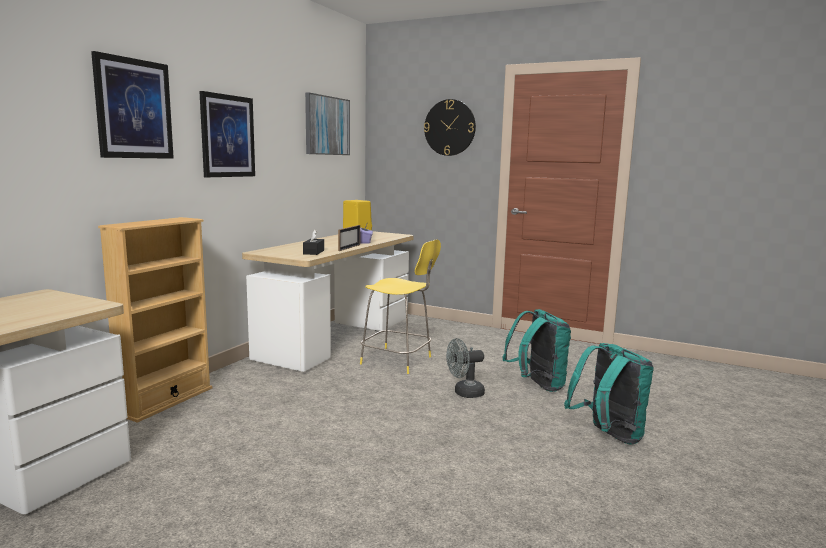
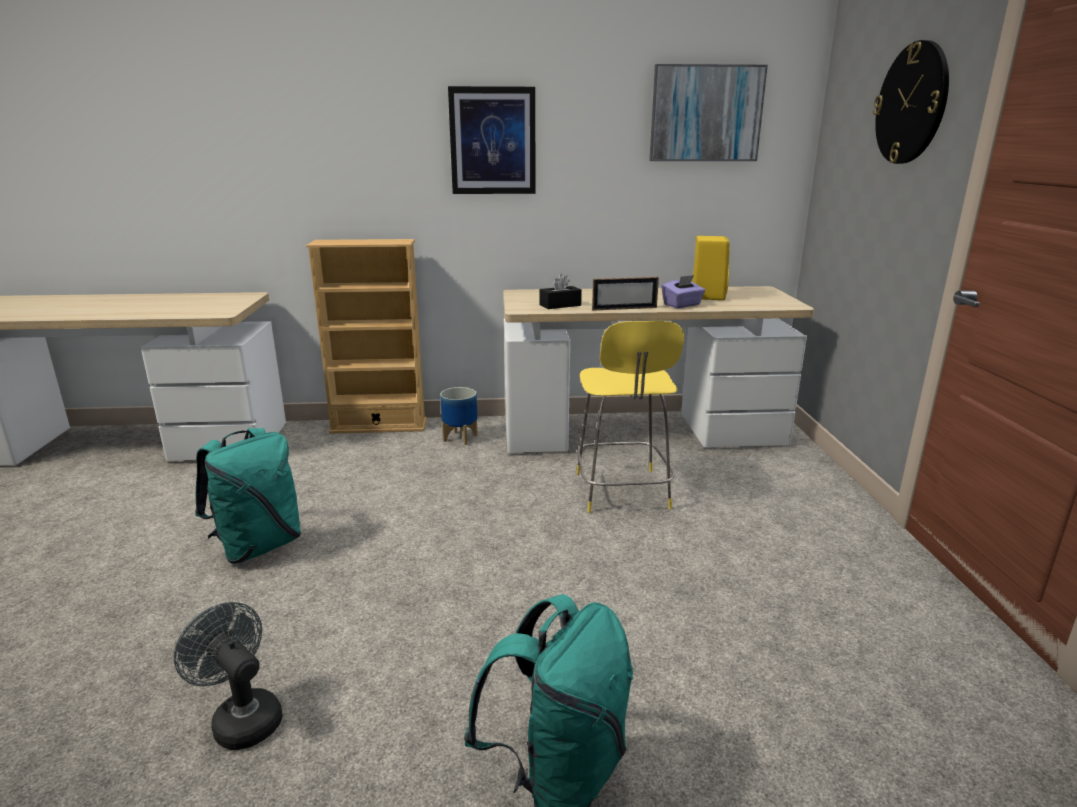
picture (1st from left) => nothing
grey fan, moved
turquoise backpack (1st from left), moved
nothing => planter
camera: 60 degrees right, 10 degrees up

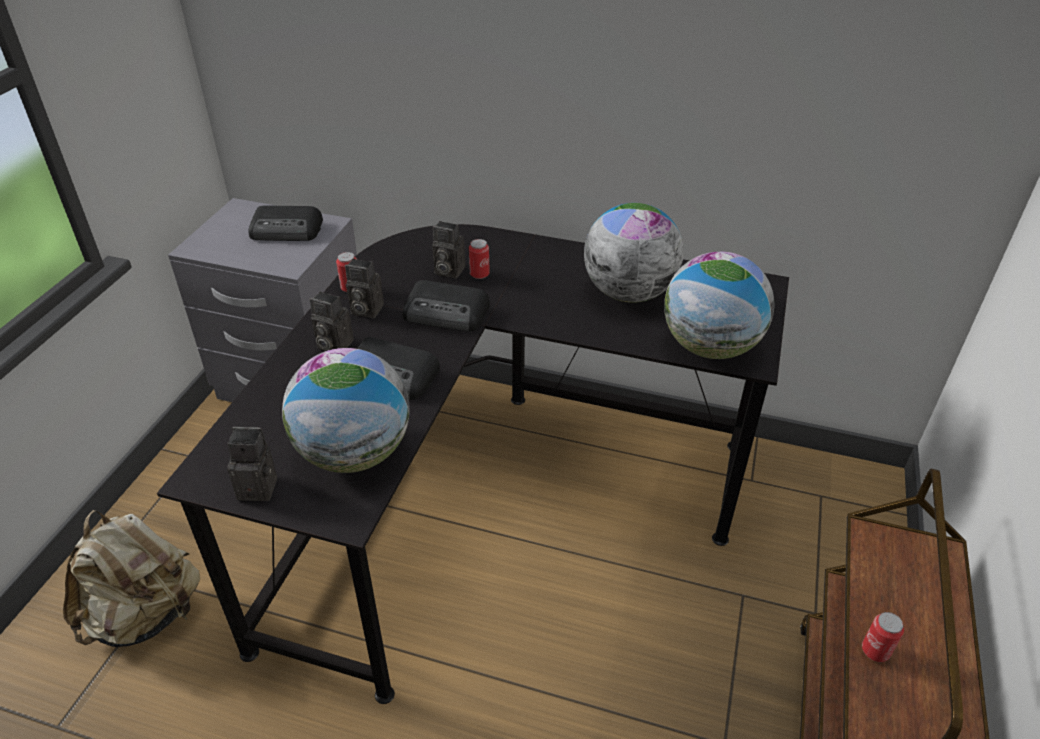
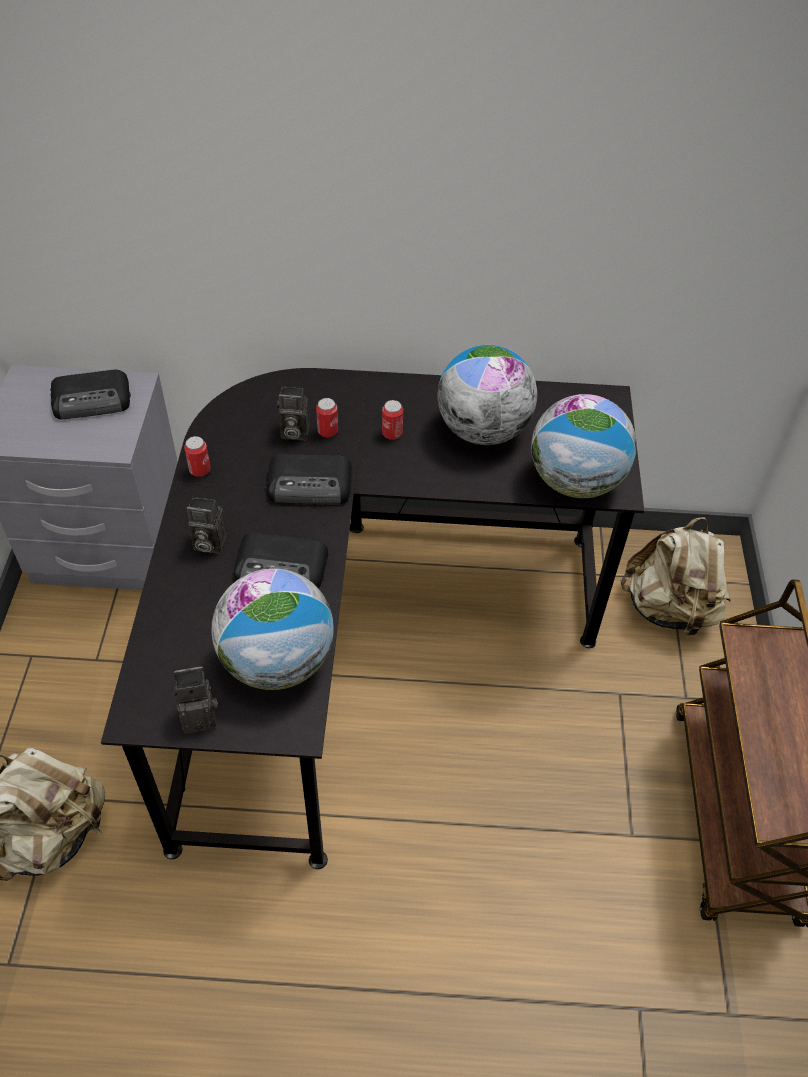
photo camera (3rd from left) => nothing
can (3rd from left), moved
nothing => beige backpack (2nd from left)
camera: 15 degrees left, 10 degrees up

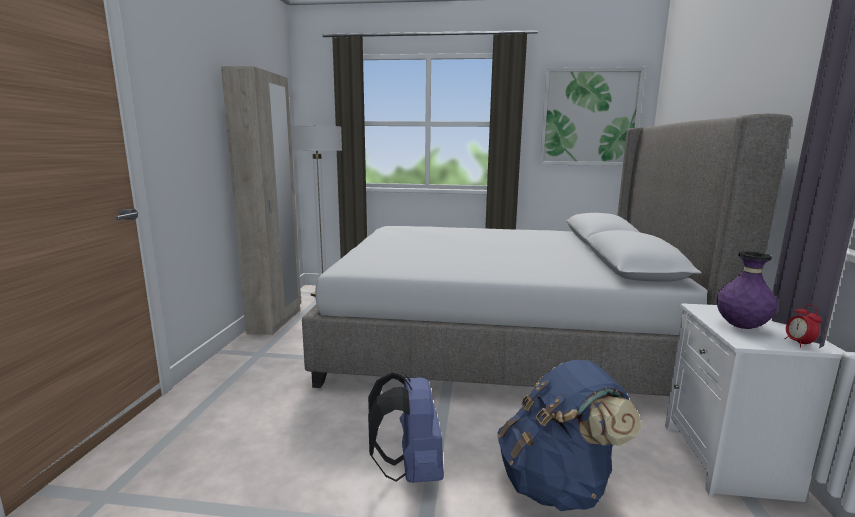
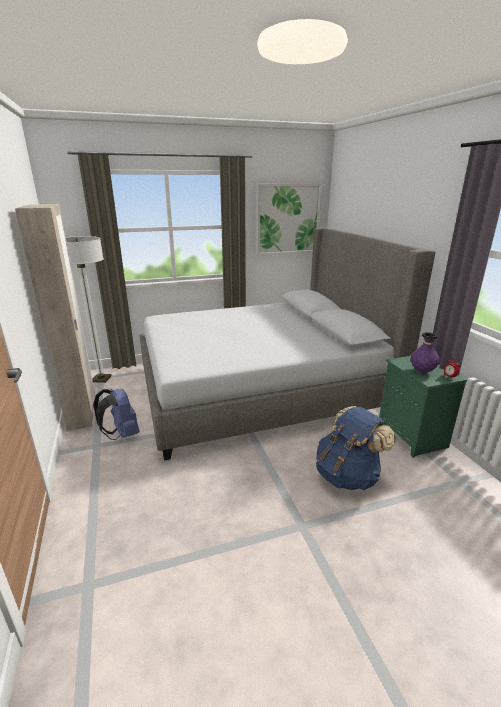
blue backpack (1st from left), moved
white nightstand => green nightstand
camera: 25 degrees left, 10 degrees up

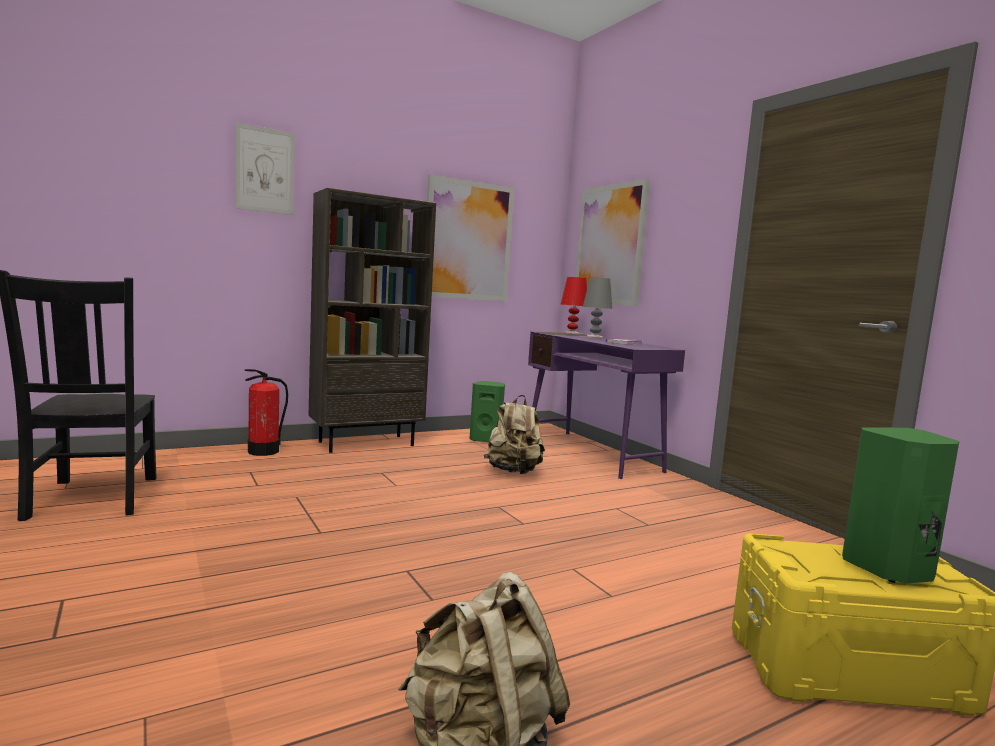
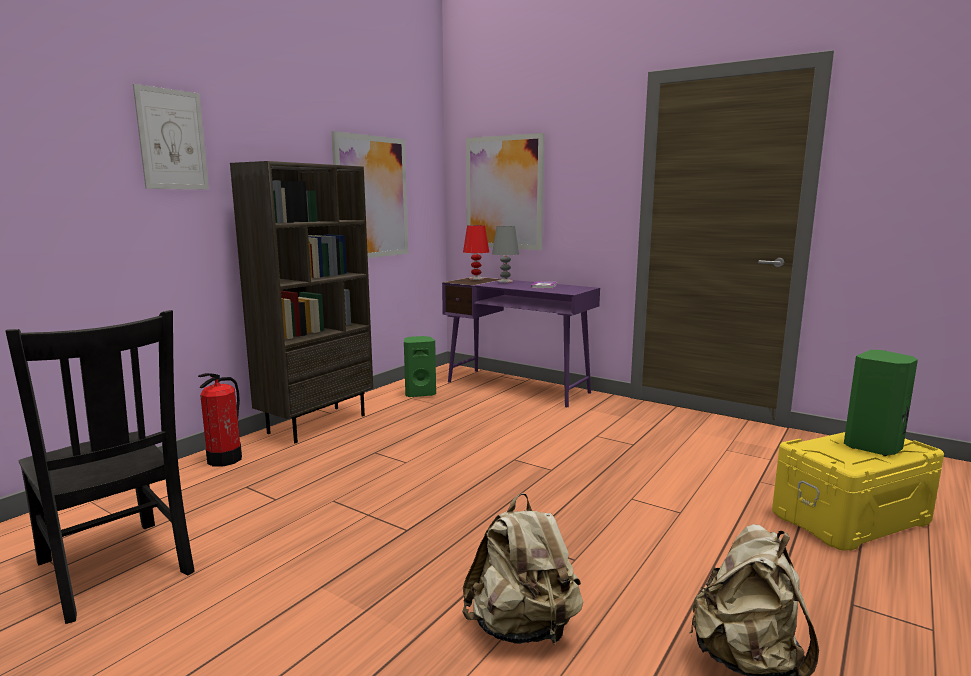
beige backpack (2nd from left in the first image) => beige backpack (1st from left), moved
camera: 25 degrees left, 5 degrees up

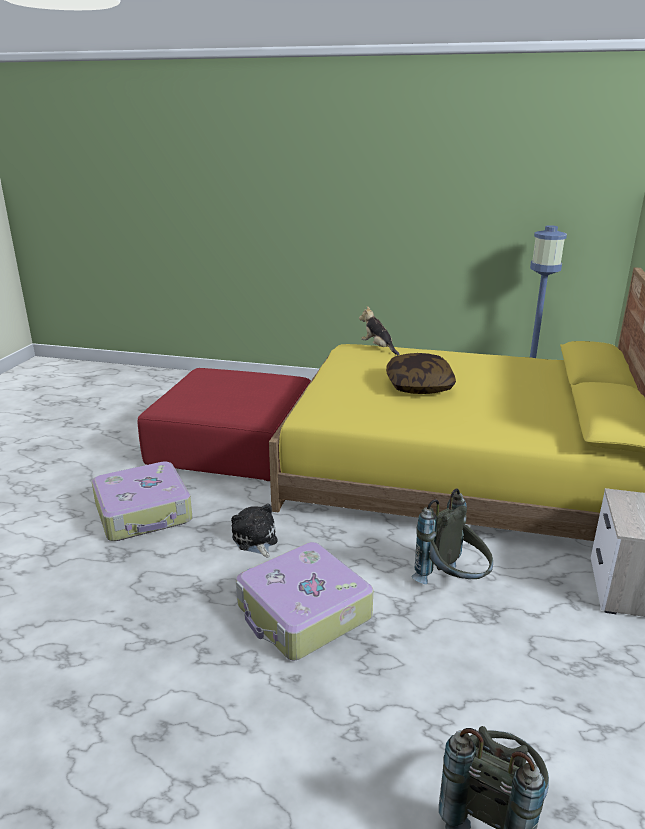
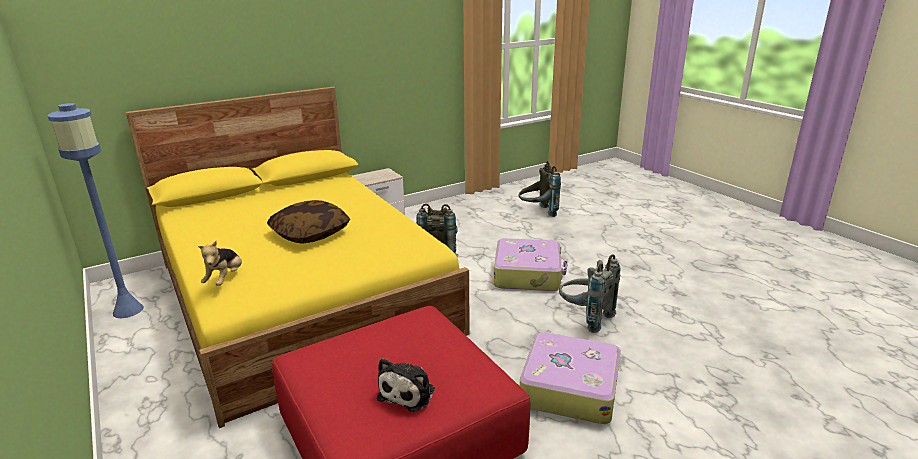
plush toy (1st from left in the first image) => plush toy (2nd from left), moved
nothing => grey backpack (3rd from left)
camera: 135 degrees left, 0 degrees up

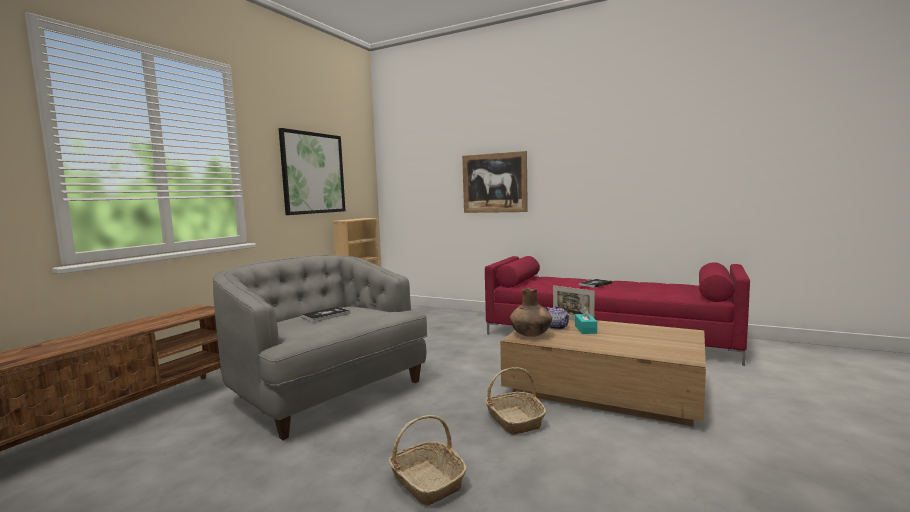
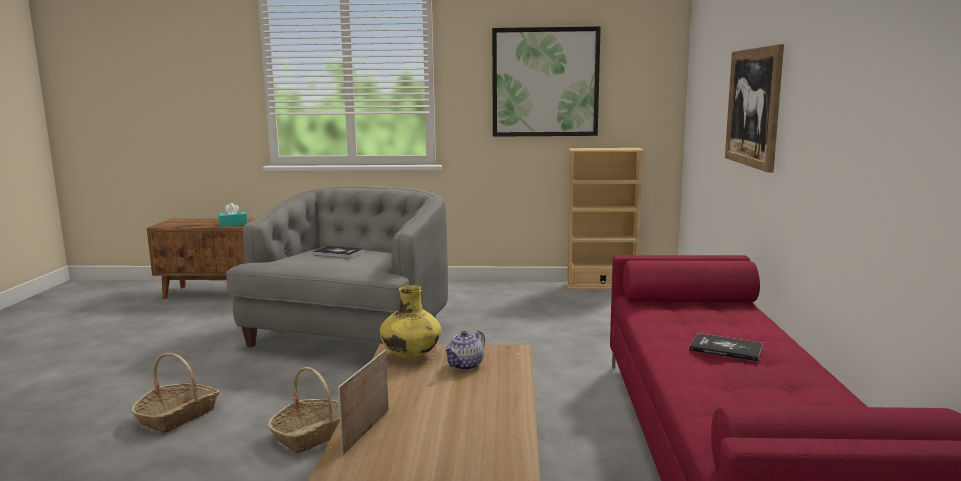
brown vase => yellow vase
picture frame, moved
turquoise tissue box, moved
camera: 65 degrees right, 5 degrees up

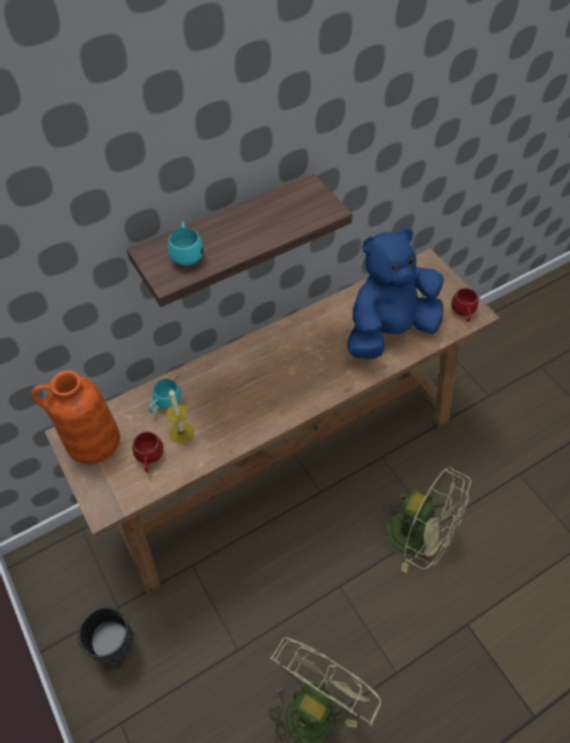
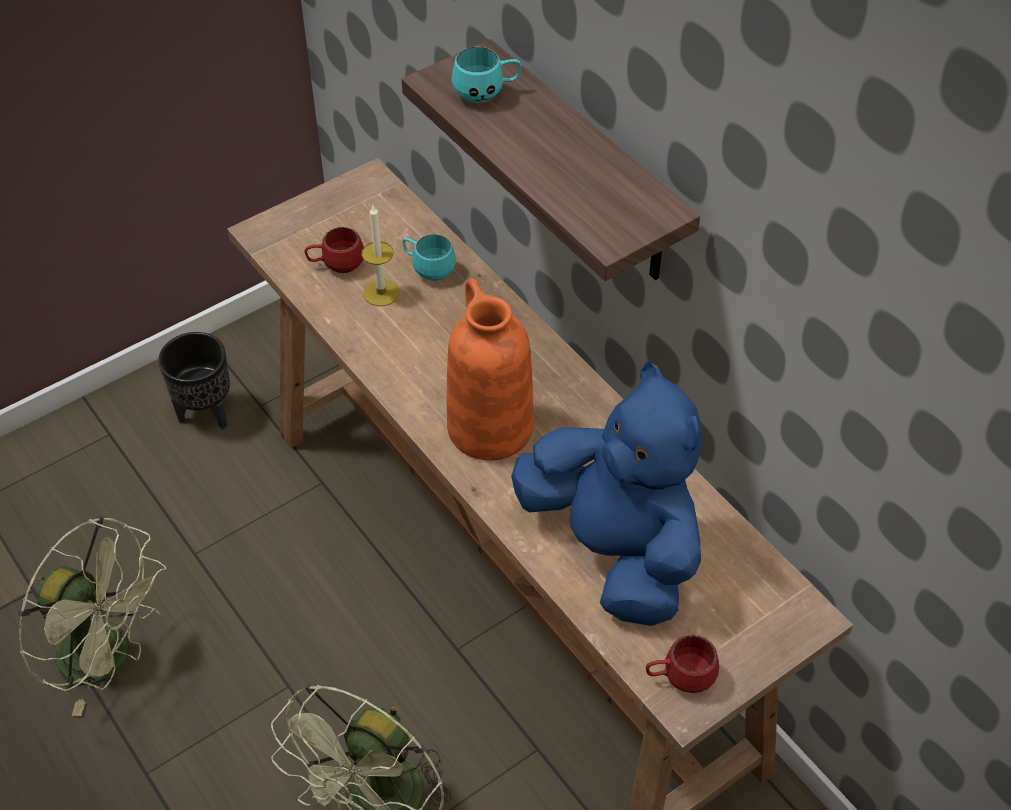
orange vase, moved
camera: 85 degrees right, 5 degrees down

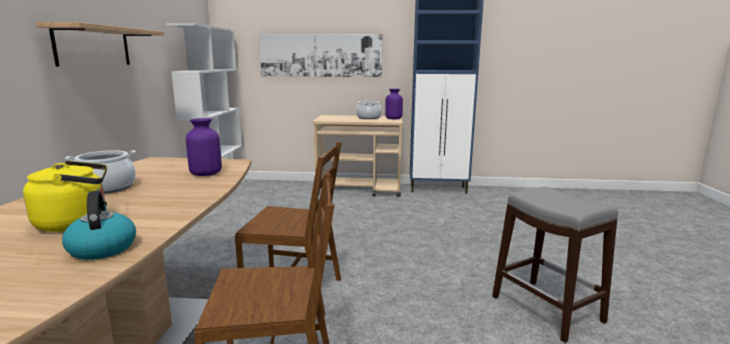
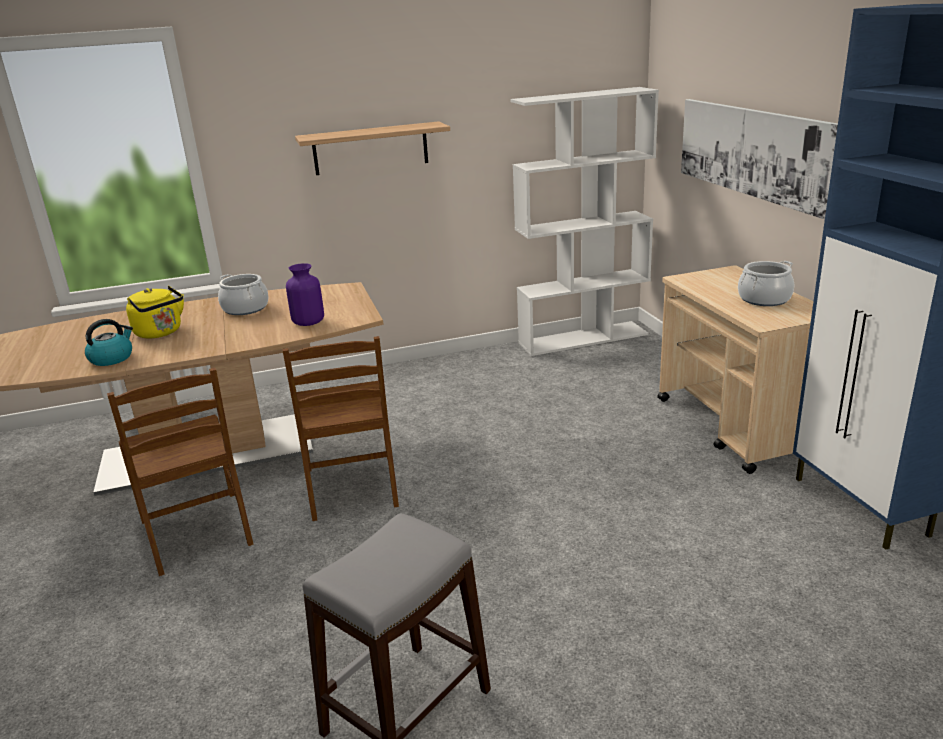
purple vase (2nd from left) => nothing
camera: 70 degrees right, 10 degrees up

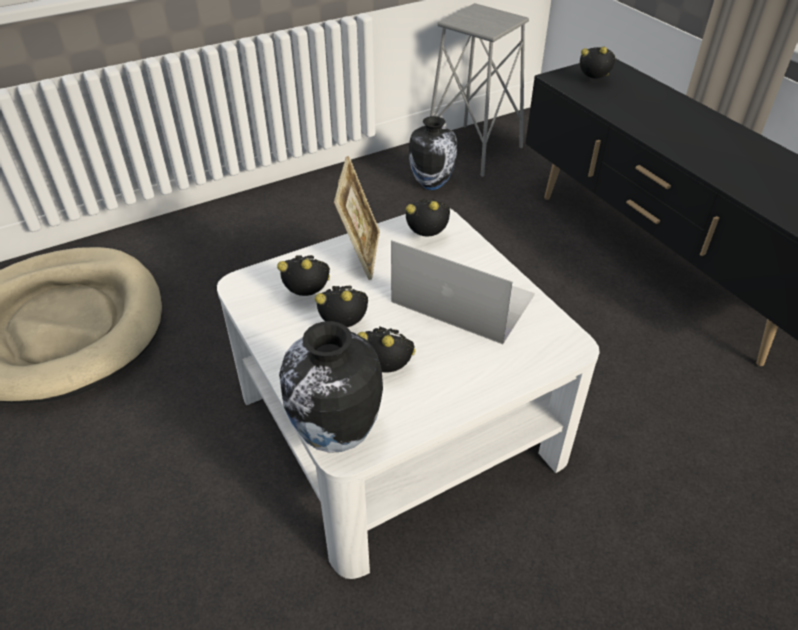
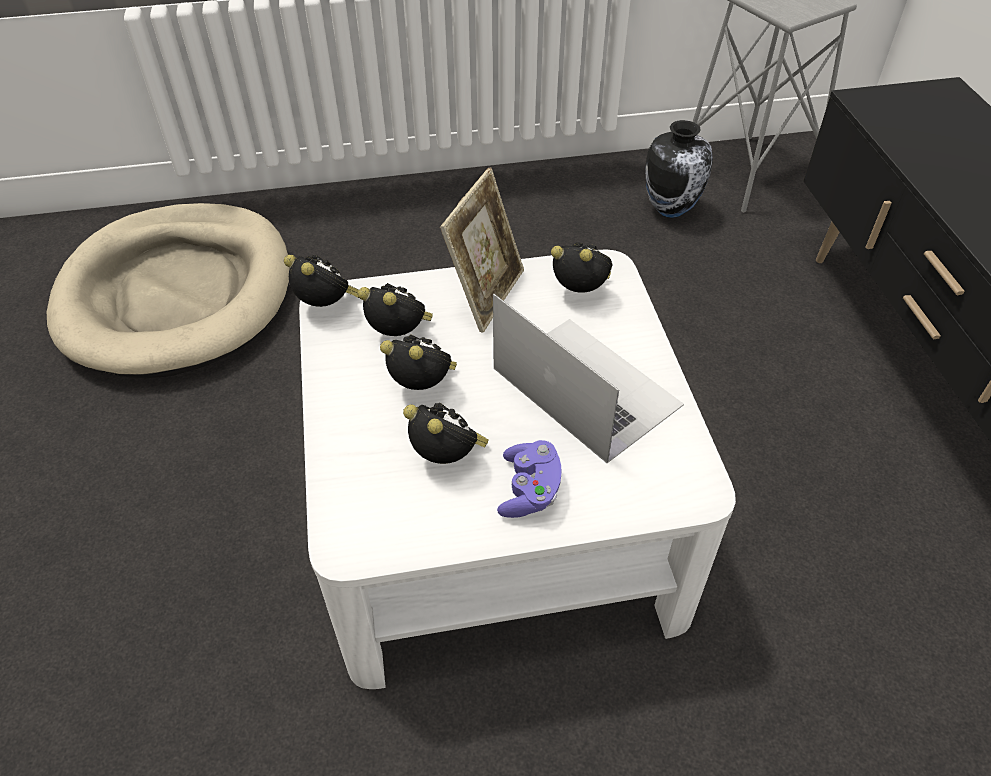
vase (1st from left) => nothing
alarm clock (5th from left in the first image) => alarm clock (1st from left), moved
nothing => purple game controller
camera: 20 degrees right, 5 degrees up

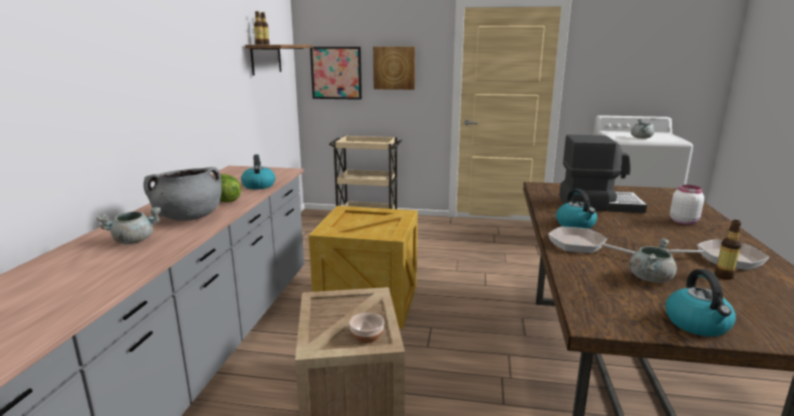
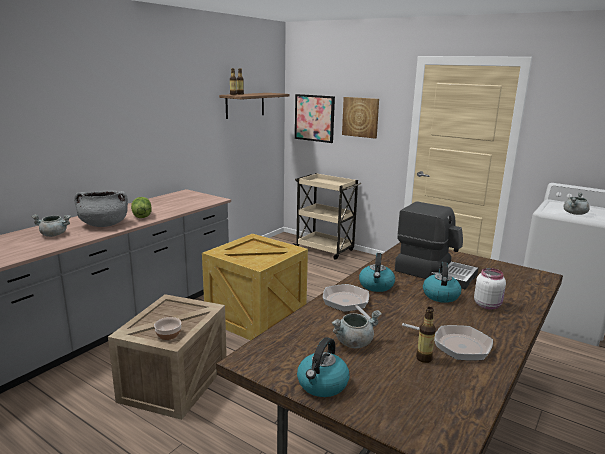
kettle (1st from left in the first image) => kettle (3rd from left), moved
camera: 25 degrees right, 0 degrees up

